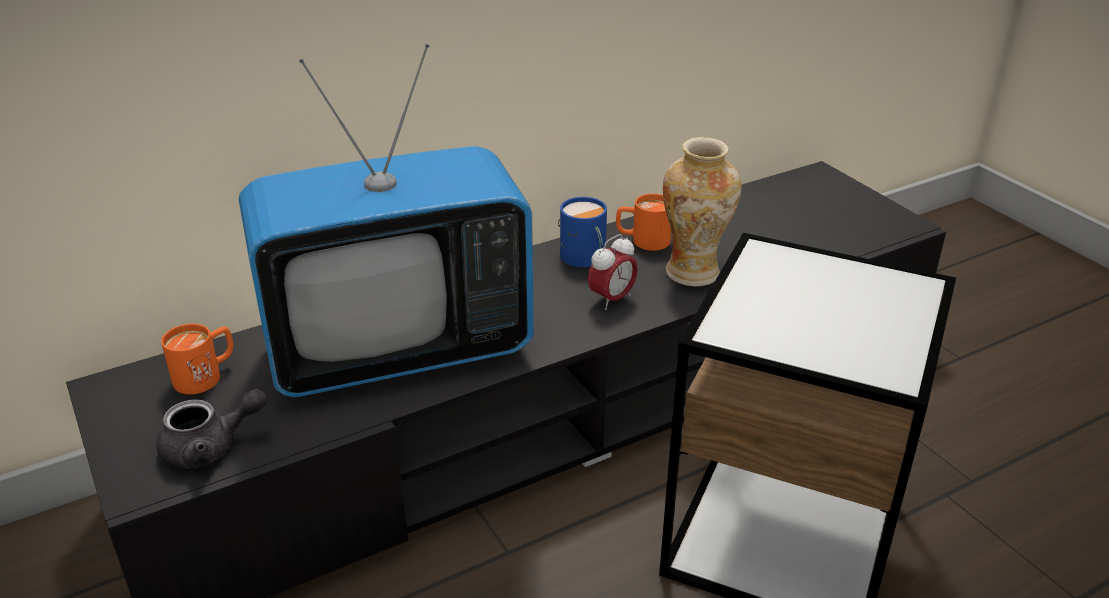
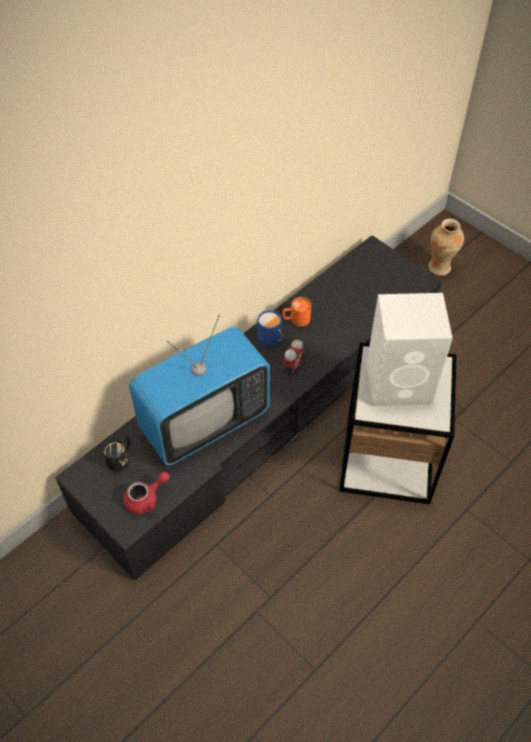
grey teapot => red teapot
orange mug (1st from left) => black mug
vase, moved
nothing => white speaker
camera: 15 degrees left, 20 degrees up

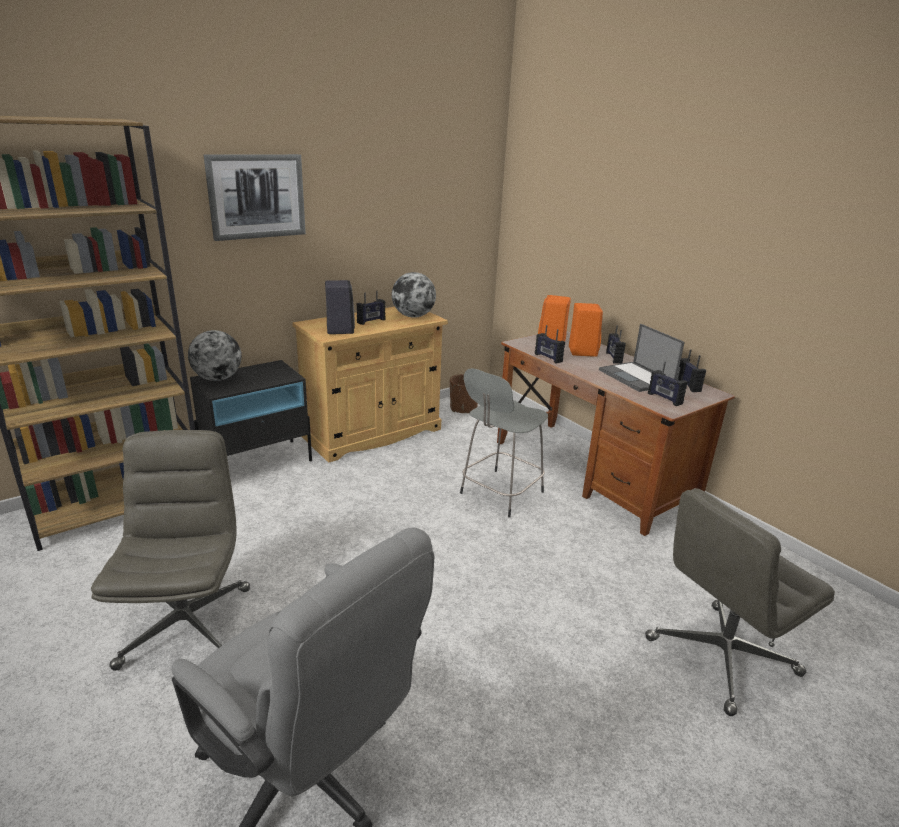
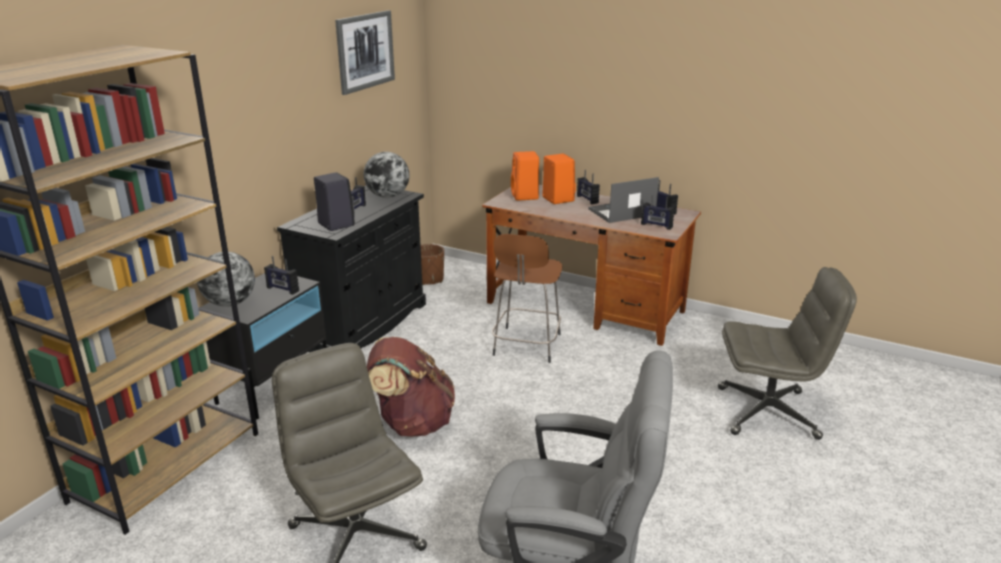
picture, moved
beige cabinet => black cabinet
grey stool => brown stool
radio (2nd from left in the first image) => radio (1st from left), moved
laptop, 120 degrees clockwise
grey office chair (3rd from left), 120 degrees counterclockwise
nothing => brown backpack
camera: 25 degrees left, 0 degrees up

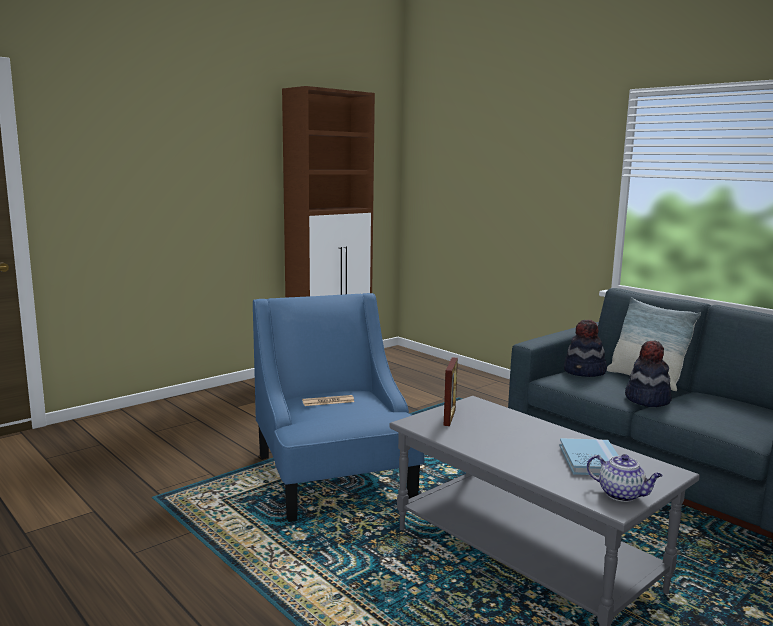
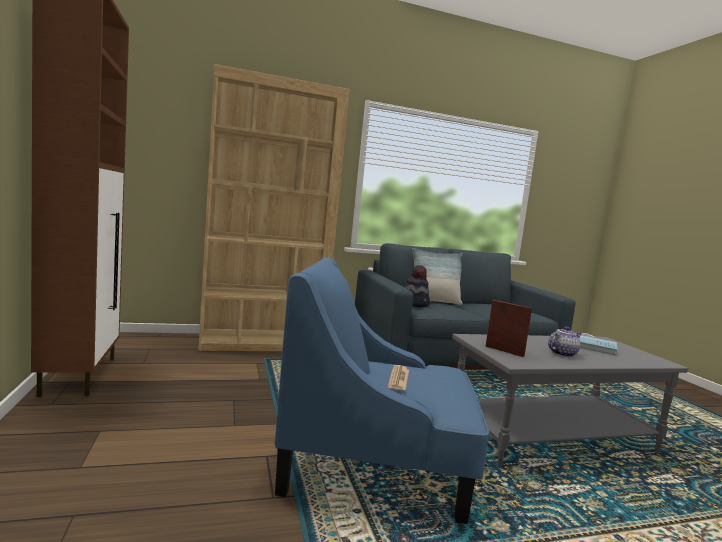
teapot, moved
hat (2nd from left) => nothing
nothing => brown bookcase
camera: 65 degrees left, 5 degrees down

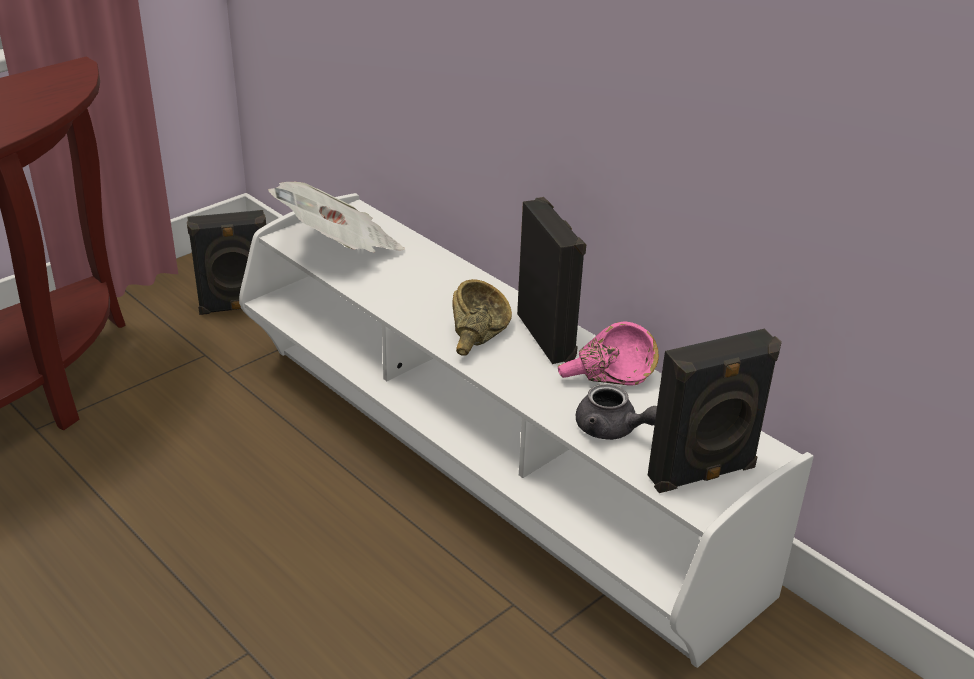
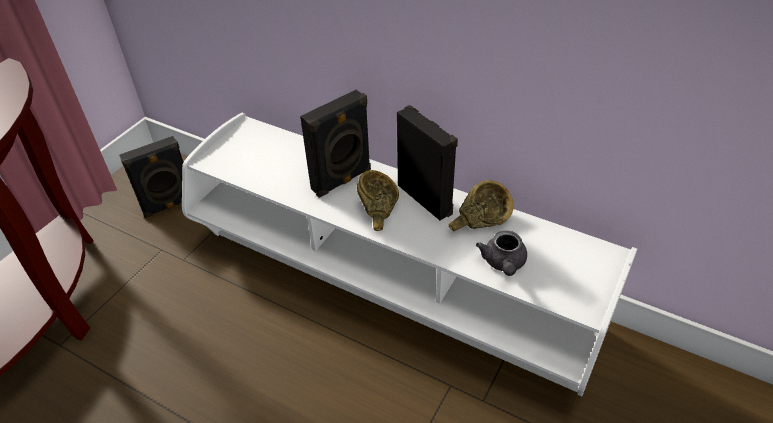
newspaper => nothing
pink bowl => brown bowl (2nd from left)
grey teapot, 75 degrees clockwise
black speaker (3rd from left in the first image) => black speaker (2nd from left), moved
camera: 15 degrees left, 10 degrees up

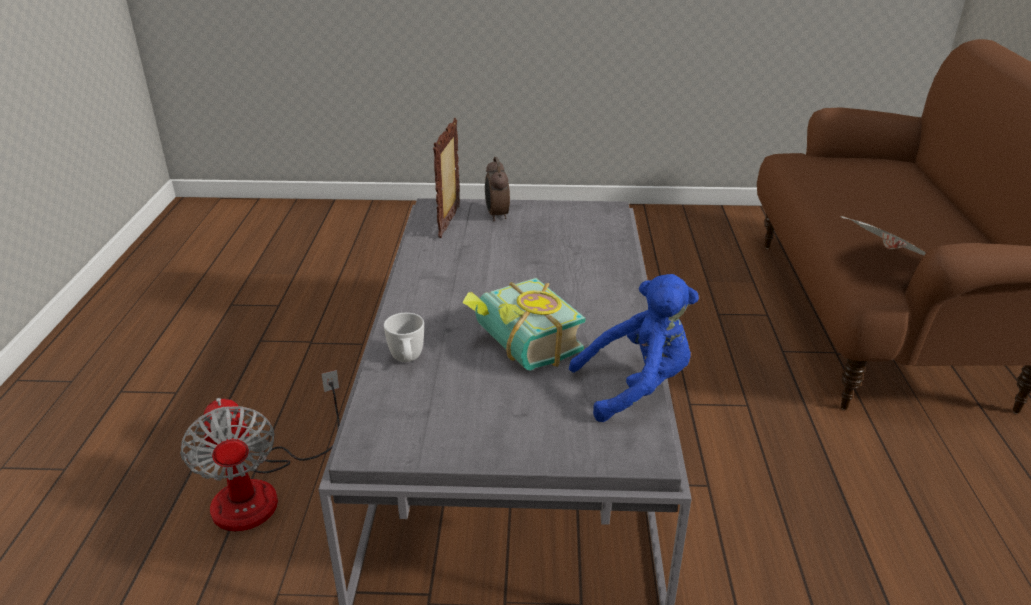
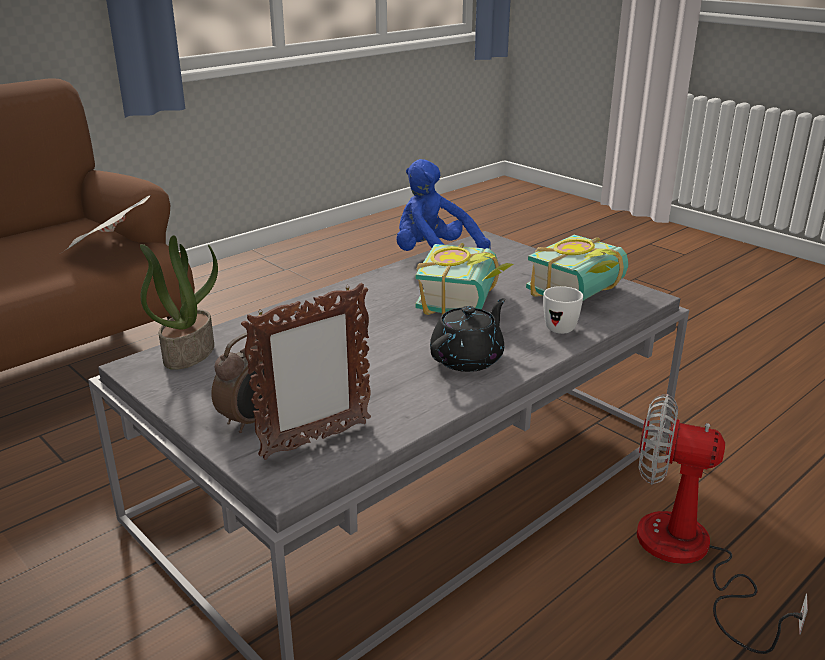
fan, 90 degrees counterclockwise
nothing => potted plant
nothing => black teapot
nothing => book (2nd from left)
camera: 135 degrees left, 5 degrees down

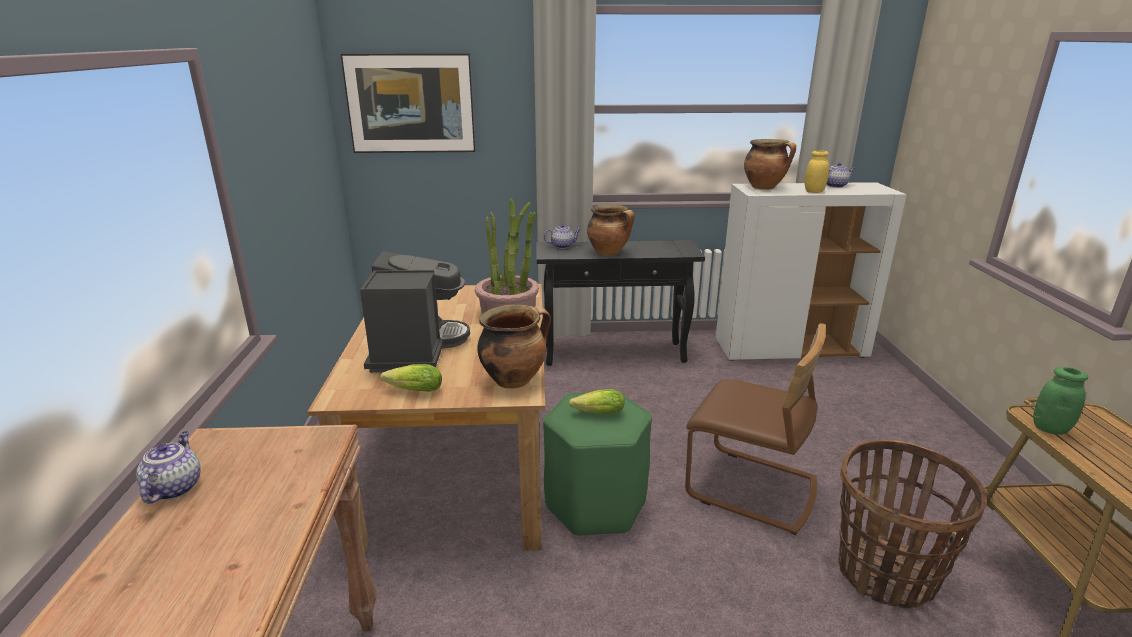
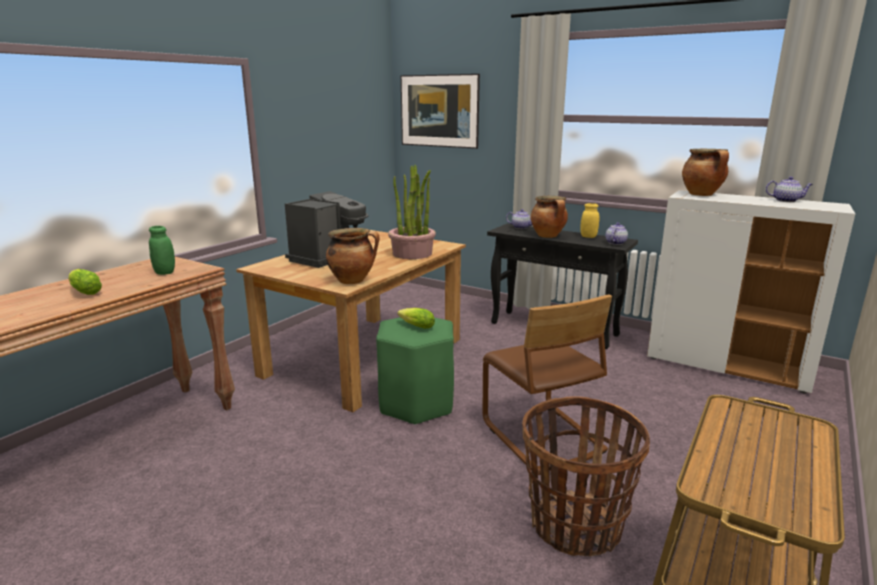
teapot (1st from left in the first image) => teapot (2nd from left), moved
lettuce (1st from left), moved
yellow jar, moved
green jar, moved
camera: 35 degrees right, 5 degrees down

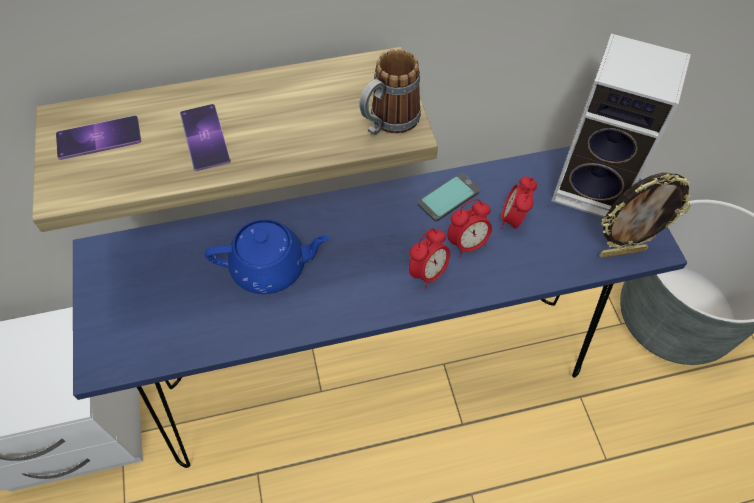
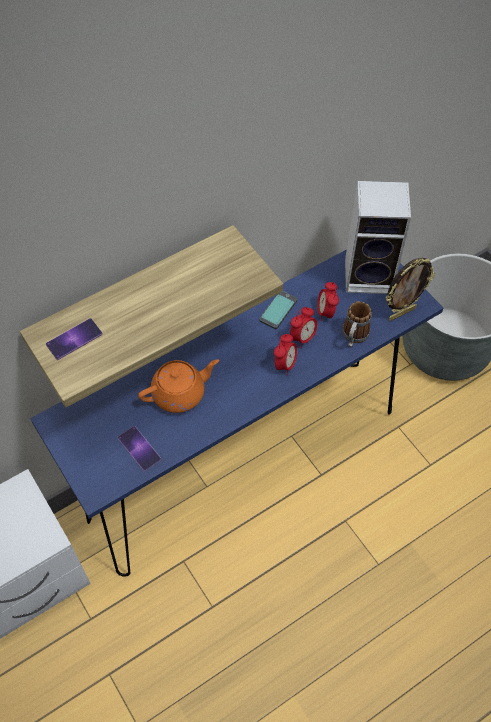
phone (2nd from left), moved
blue teapot => orange teapot
mug, moved
camera: 20 degrees left, 0 degrees up

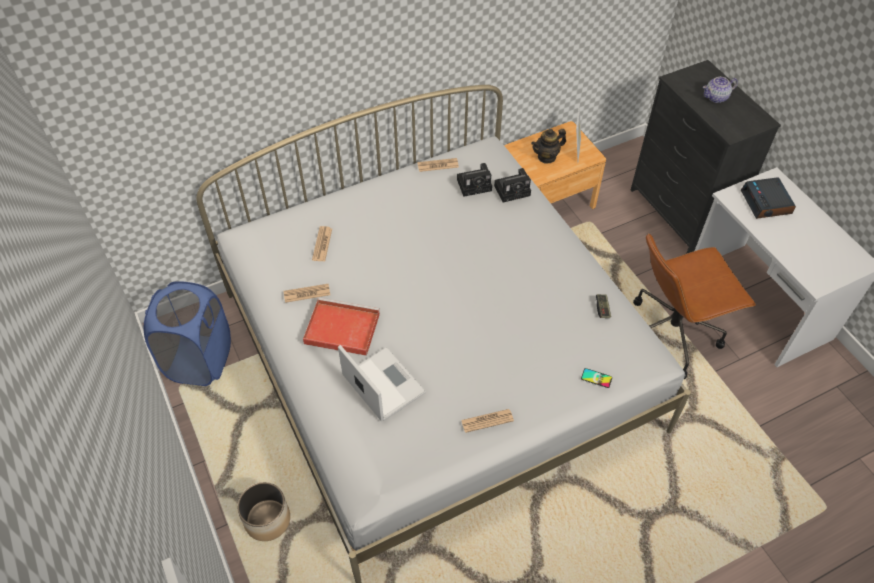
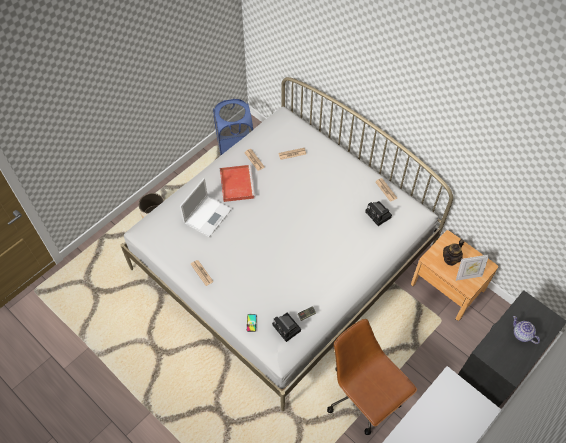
photo camera (2nd from left in the first image) => photo camera (1st from left), moved
teapot (1st from left), 90 degrees counterclockwise
alarm clock => nothing
camera: 70 degrees right, 5 degrees up

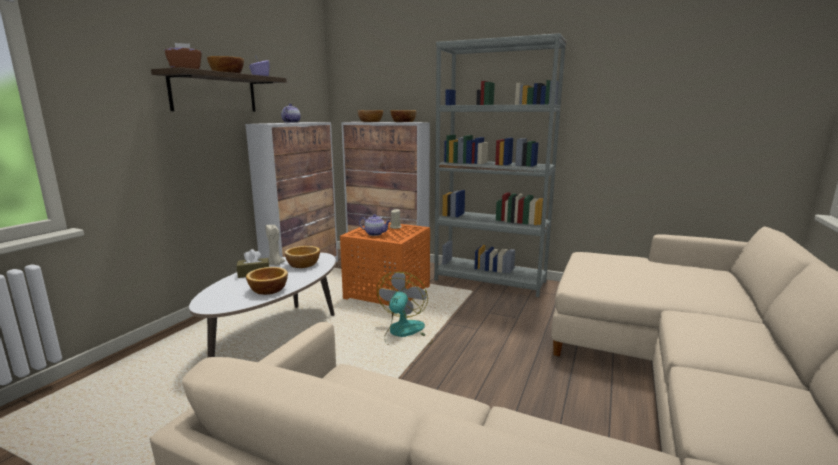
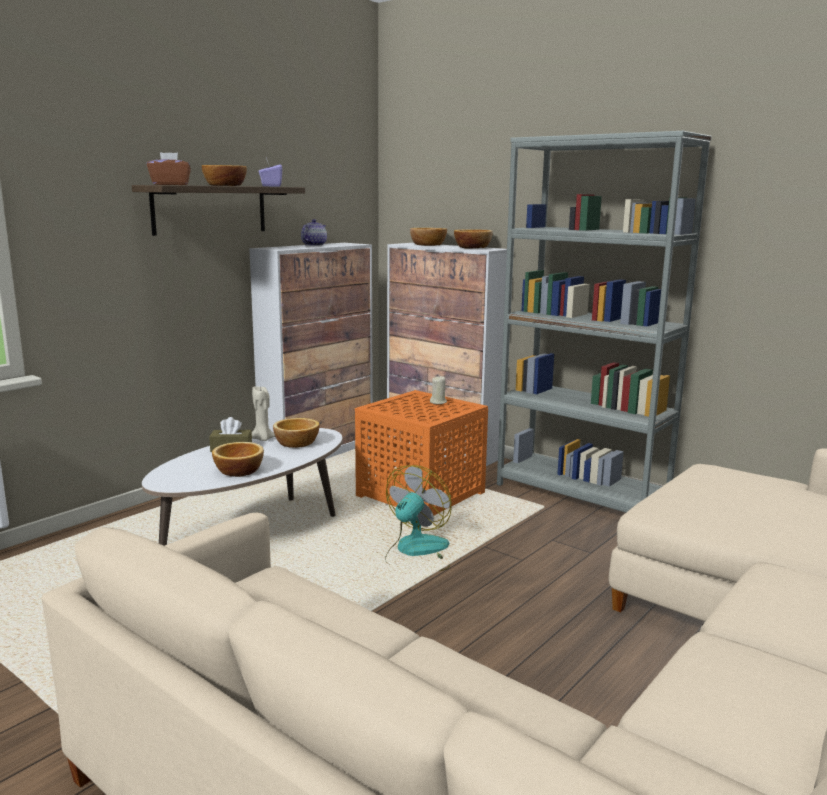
teapot (2nd from left) => nothing
camera: 15 degrees right, 0 degrees up

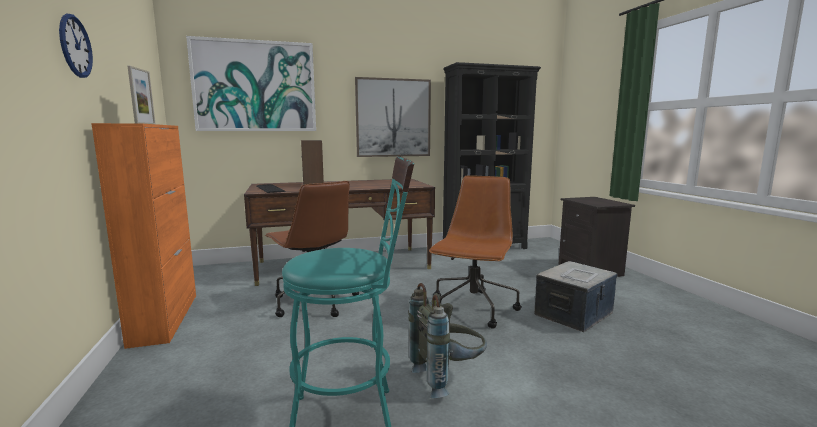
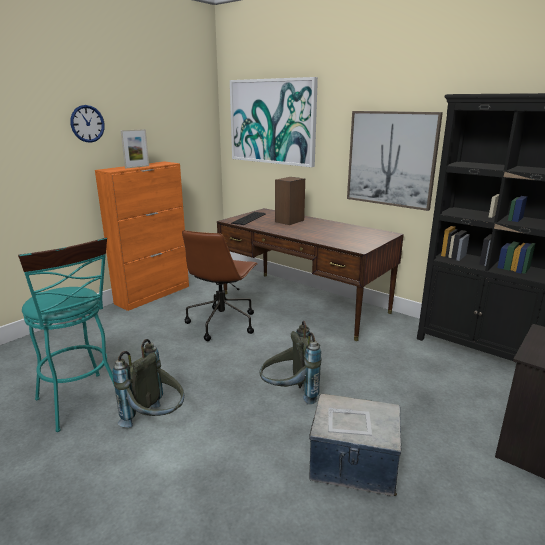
brown office chair (2nd from left) => grey backpack (2nd from left)
camera: 55 degrees right, 10 degrees up

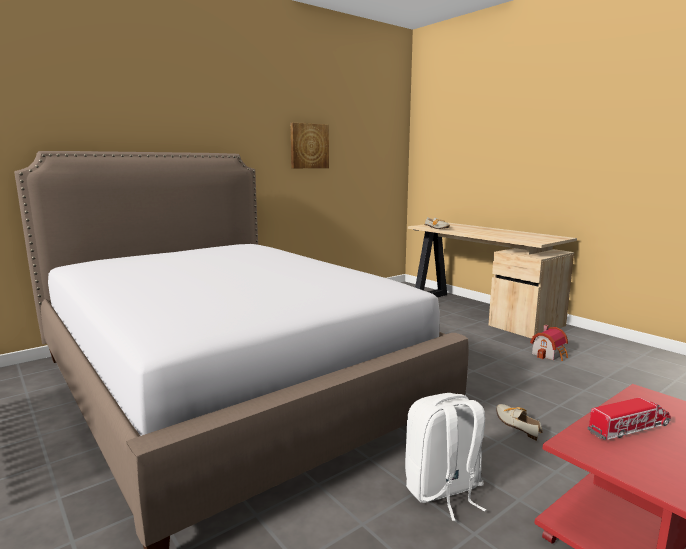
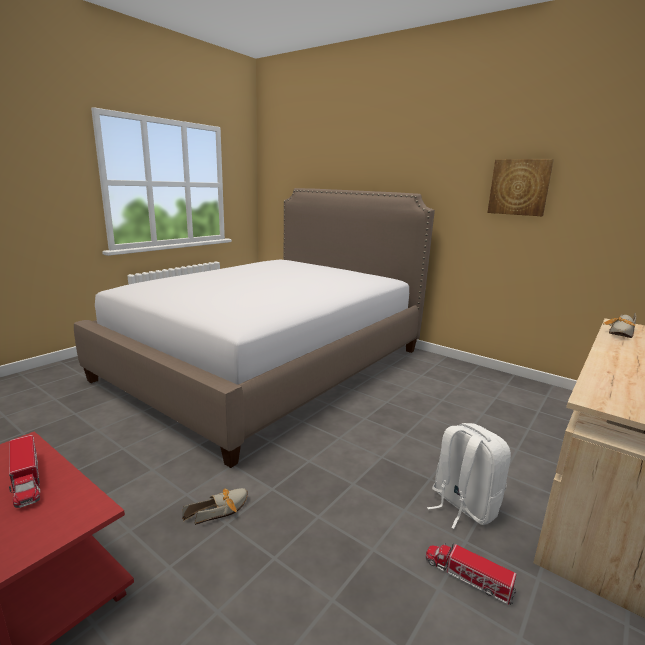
white backpack, moved
toy house => toy truck (2nd from left)
camera: 75 degrees right, 5 degrees up

